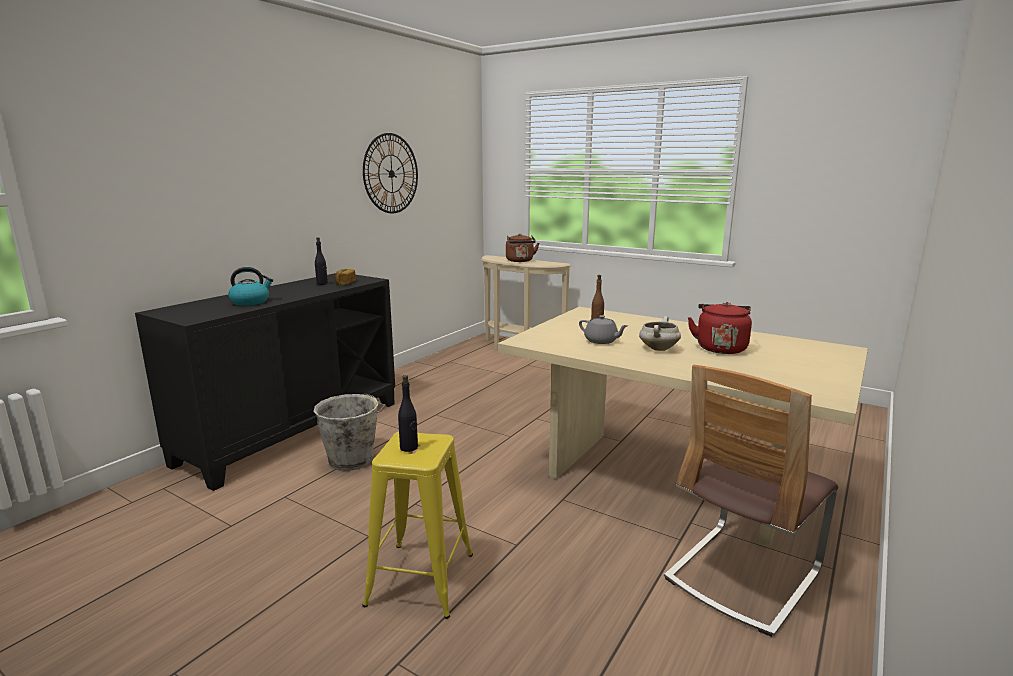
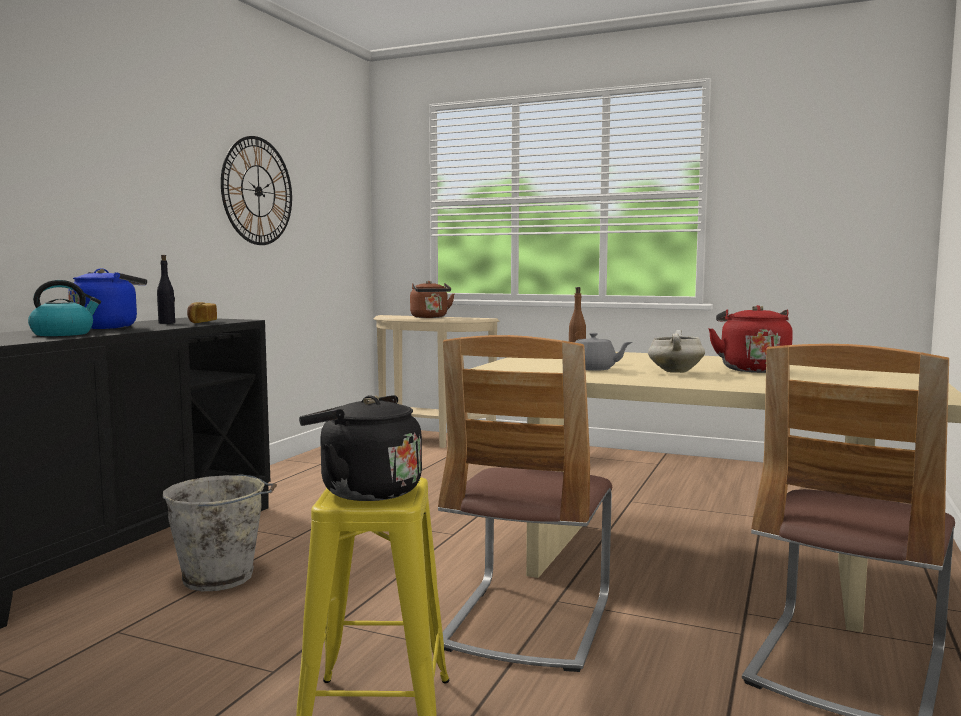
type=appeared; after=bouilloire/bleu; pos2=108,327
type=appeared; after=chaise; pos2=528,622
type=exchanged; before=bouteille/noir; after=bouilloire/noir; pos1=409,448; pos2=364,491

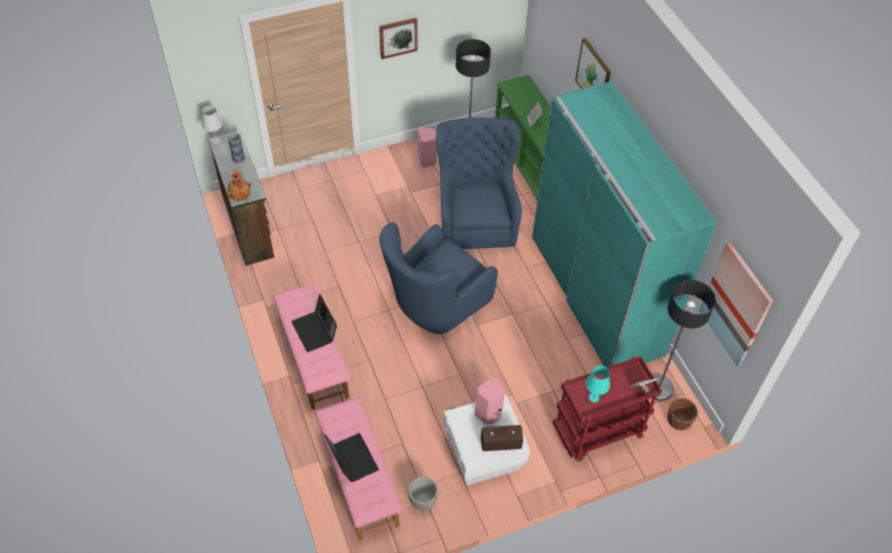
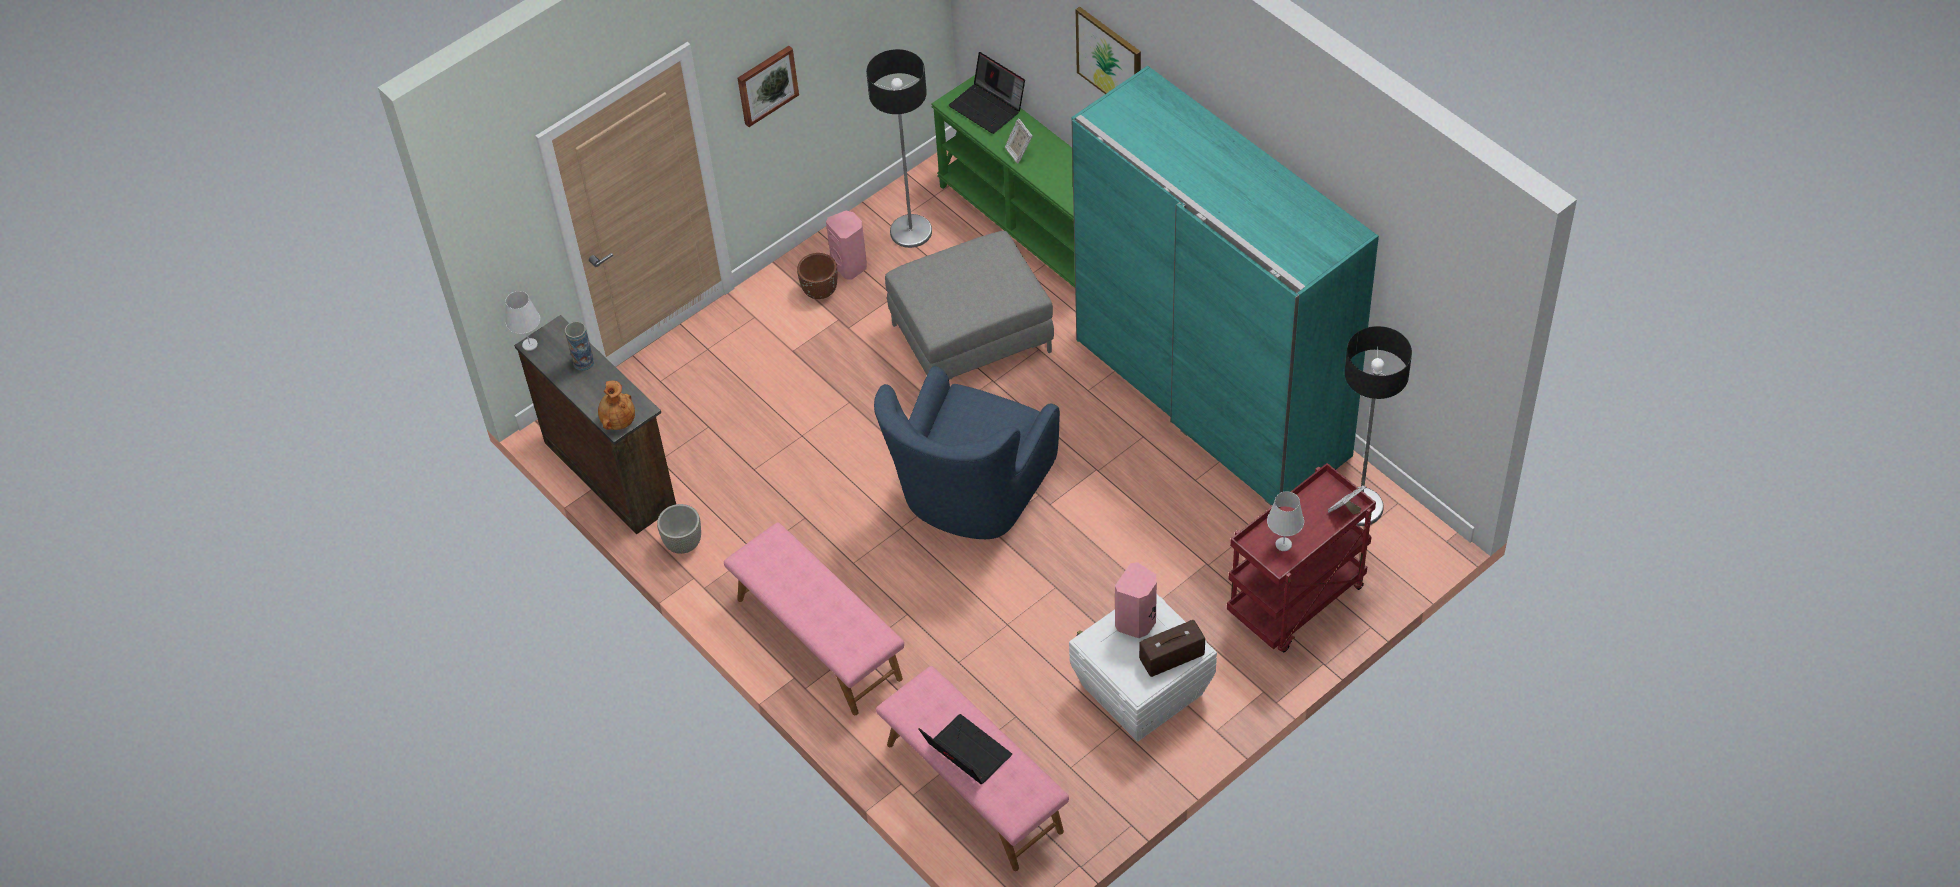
type=missing; before=tableau; pos1=736,305
type=relocated; before=ordinateur portable; pos1=315,331; pos2=988,107
type=relocated; before=cache-pot/gris; pos1=423,501; pos2=683,543
type=relocated; before=cache-pot/marron; pos1=678,422; pos2=820,291
type=exchanged; before=fauteuil/bleu; after=pouf/gris; pos1=475,218; pos2=972,337
type=colour; before=lampe de table/turquoise; after=lampe de table/blanc; pos1=593,397; pos2=1283,544

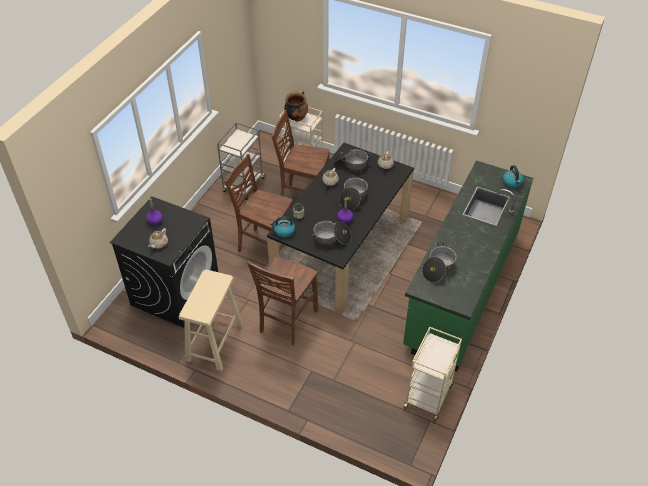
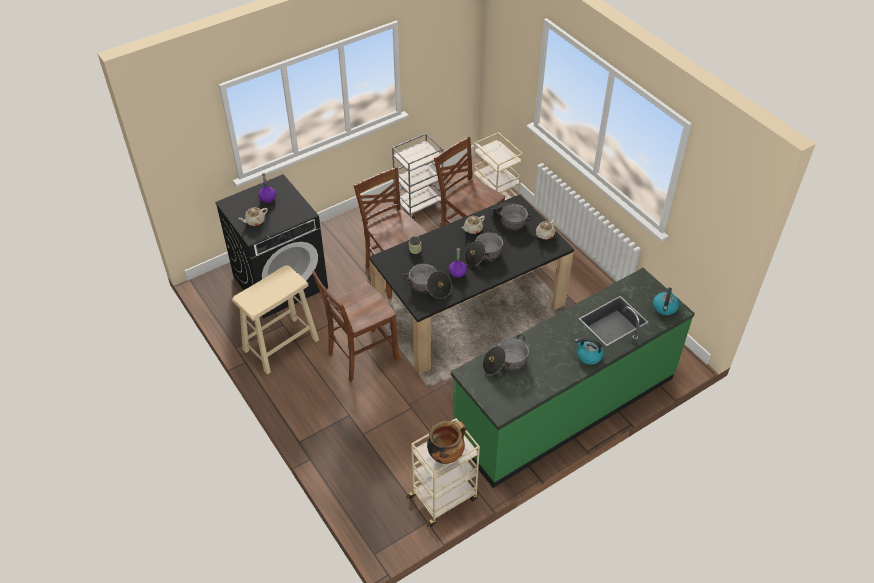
type=relocated; before=bouilloire; pos1=284,231; pos2=588,356
type=relocated; before=marmite; pos1=296,117; pos2=446,455

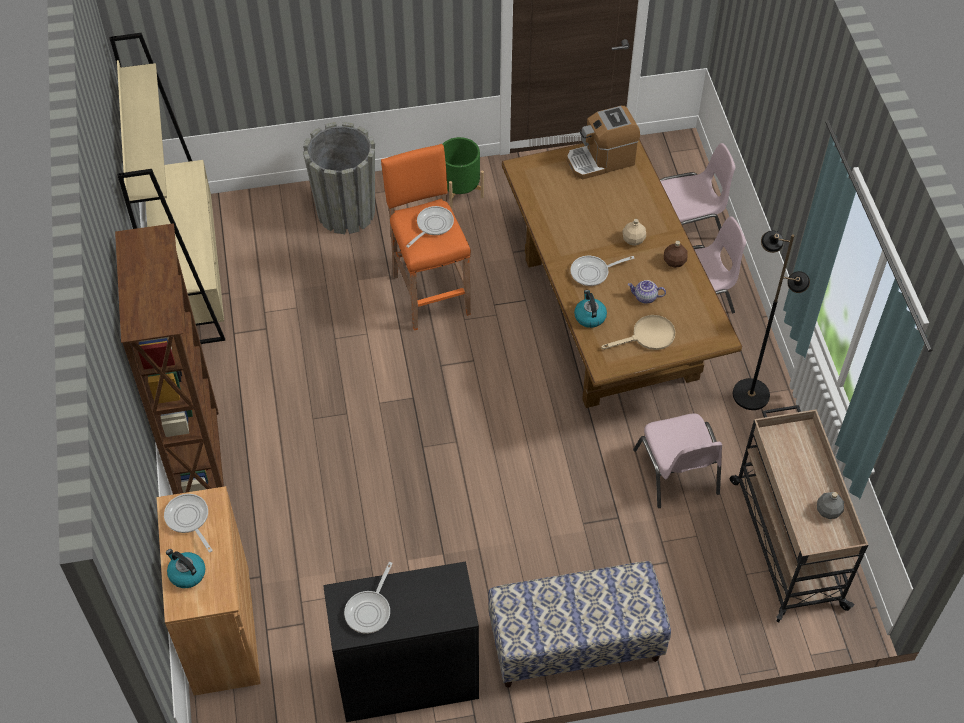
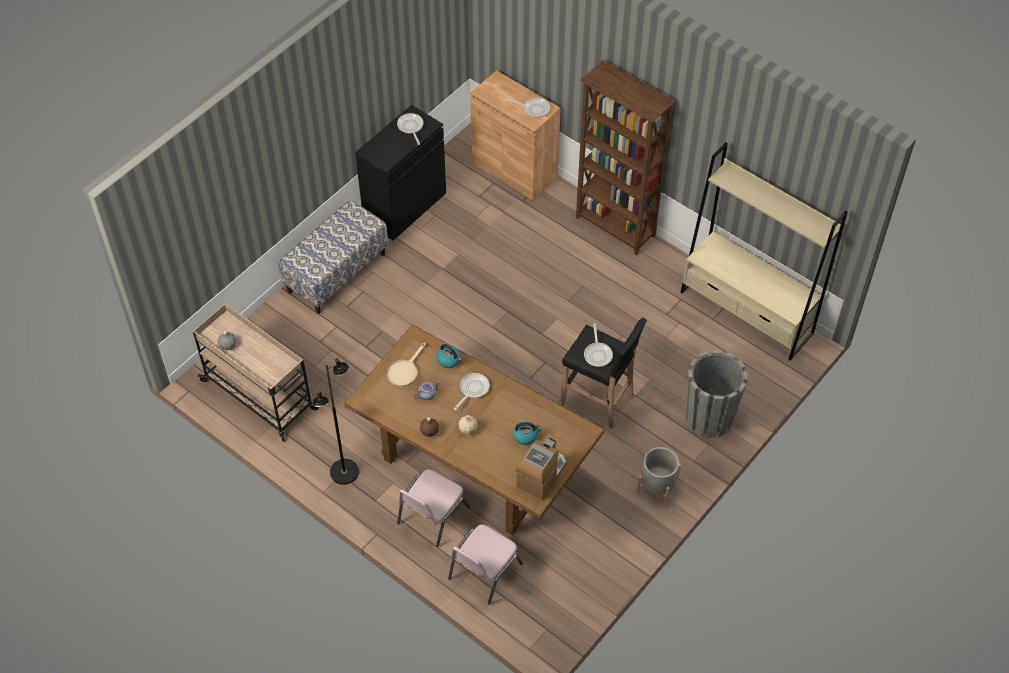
type=missing; before=chaise/rose; pos1=677,473
type=relocated; before=bouilloire; pos1=186,574; pos2=525,436
type=colour; before=tabouret/orange; after=tabouret/noir; pos1=430,293; pos2=598,401
type=colour; before=cache-pot/vert; after=cache-pot/gris; pos1=460,190; pos2=657,486

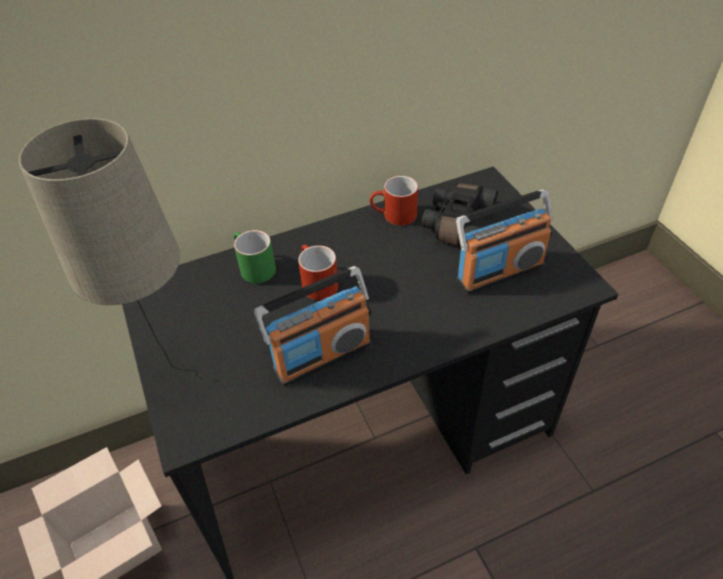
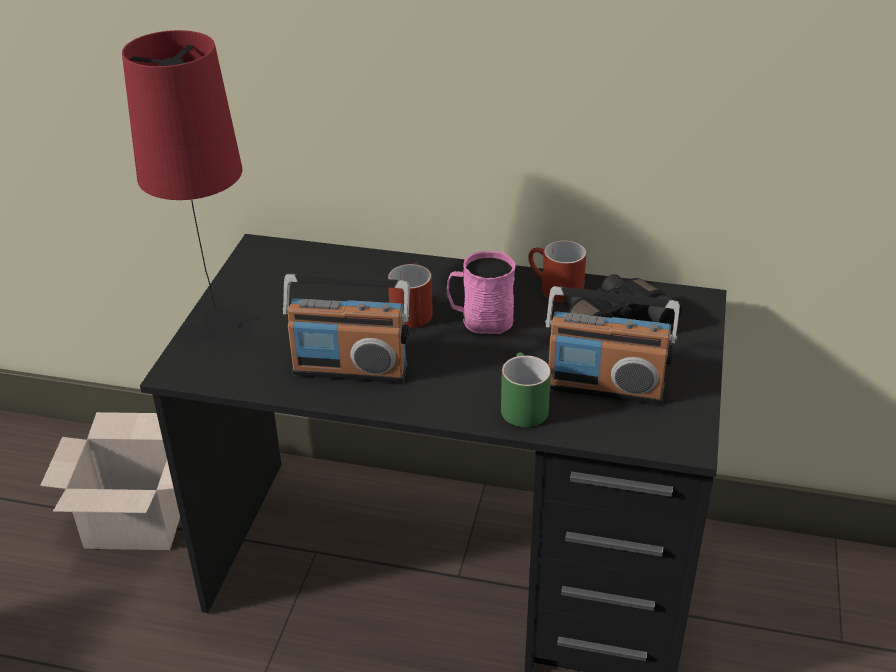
type=appeared; after=mug/rose; pos2=480,319
type=relocated; before=mug/vert; pos1=253,268; pos2=521,405
type=colour; before=lampe de table/beige; after=lampe de table/rouge; pos1=174,378; pos2=215,324

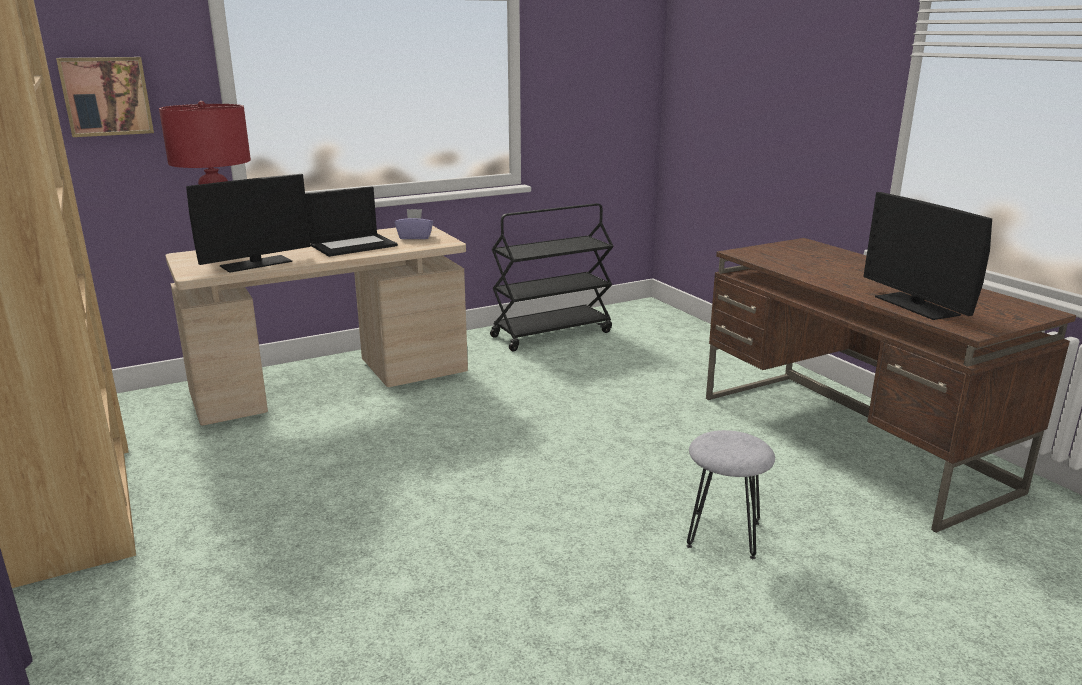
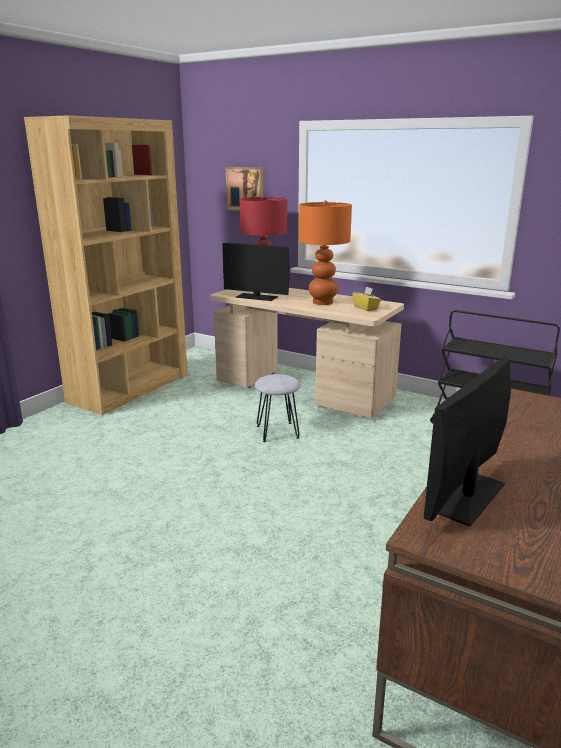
type=relocated; before=tabouret/gris; pos1=723,534; pos2=277,432
type=exchanged; before=ordinateur portable; after=lampe de table/orange; pos1=354,245; pos2=323,302
type=colour; before=boîte à mouchoirs/violet; after=boîte à mouchoirs/jaune; pos1=415,237; pos2=366,308

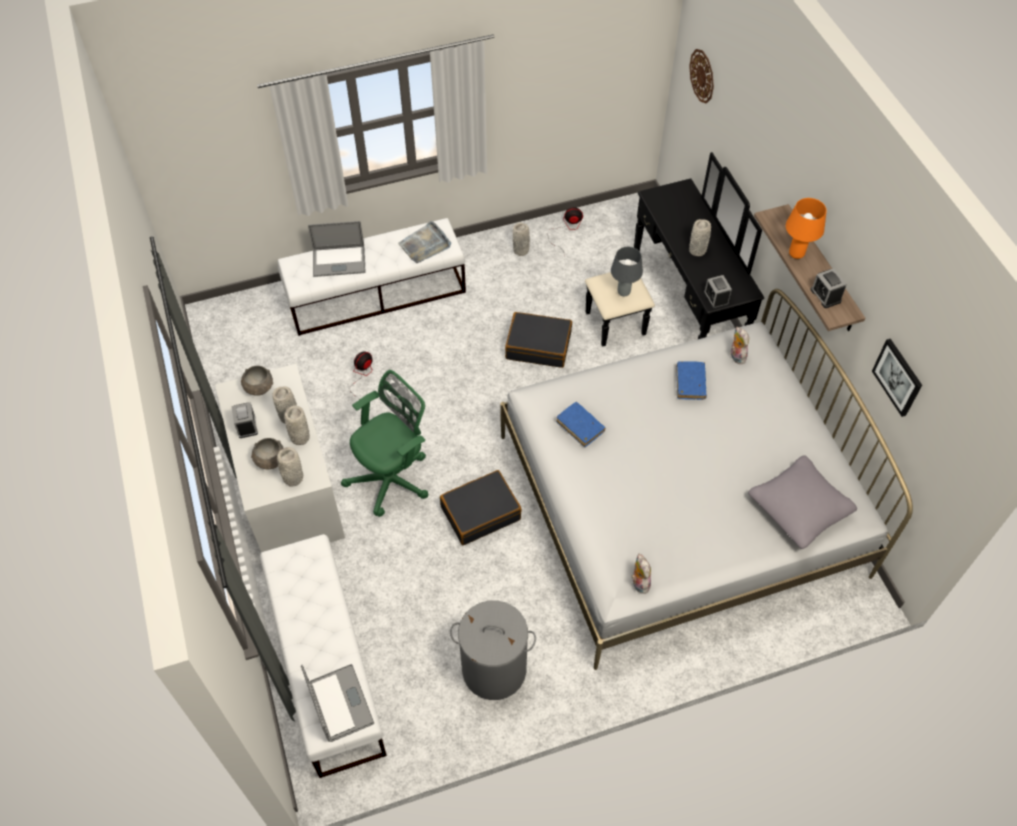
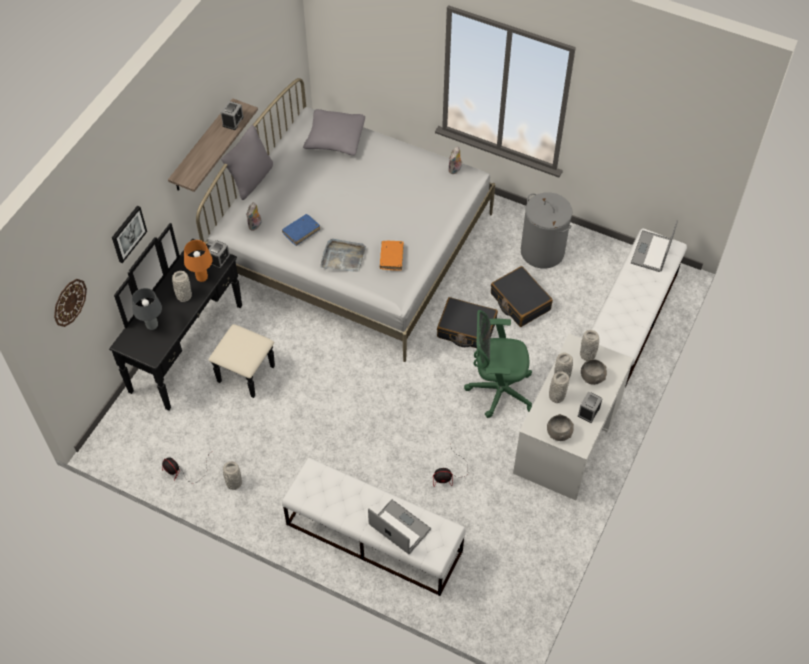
type=appeared; after=coussin/gris; pos2=251,179
type=relocated; before=plateau/gris; pos1=425,245; pos2=343,257
type=relocated; before=valise/noir; pos1=538,346; pos2=520,302
type=relocated; before=lampe de table/gris; pos1=623,292; pos2=152,326
type=relocated; before=lampe de table/orange; pos1=795,254; pos2=202,278
type=relocated; before=tableau; pos1=898,377; pos2=128,233
type=colour; before=livre/bleu; after=livre/orange; pos1=580,427; pos2=391,258

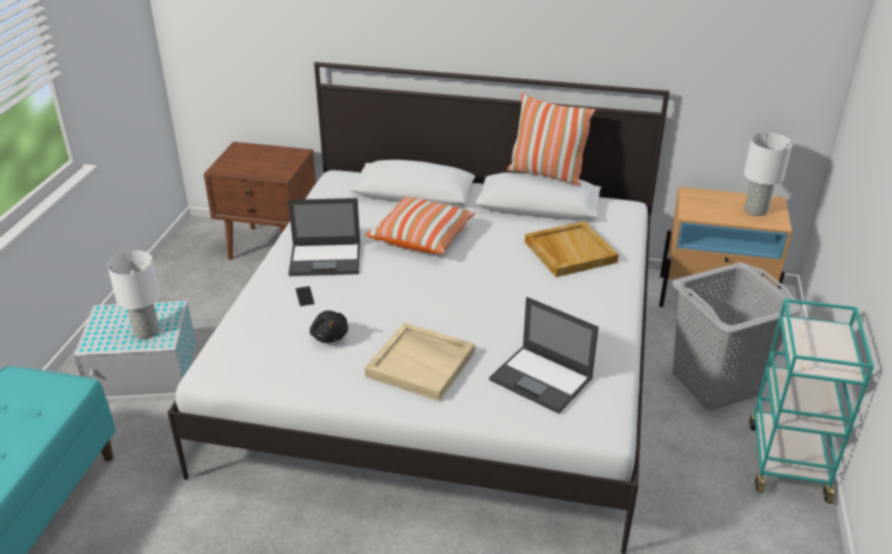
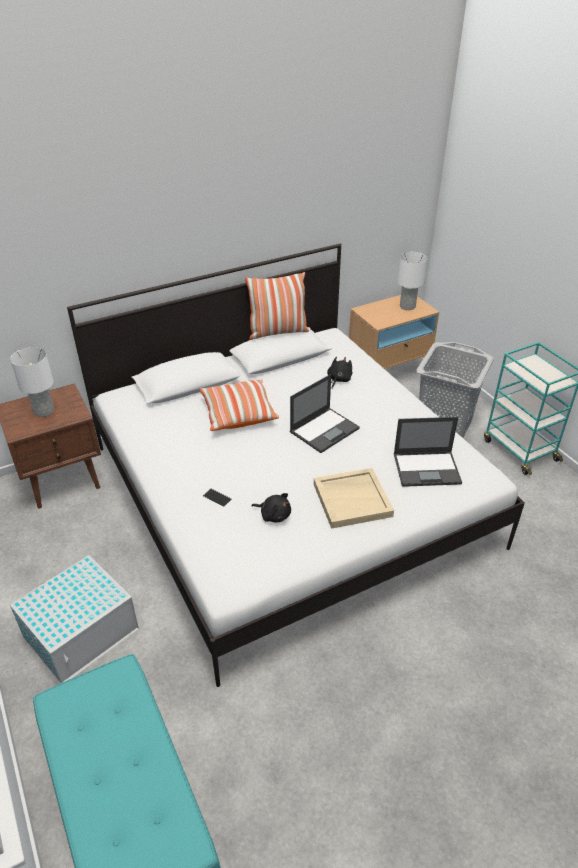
type=relocated; before=lampe de table/blanc; pos1=146,331; pos2=43,411
type=relocated; before=ordinateur portable; pos1=326,259; pos2=325,430
type=exchanged; before=plateau/beige; after=peluche/noir; pos1=569,252; pos2=338,380

